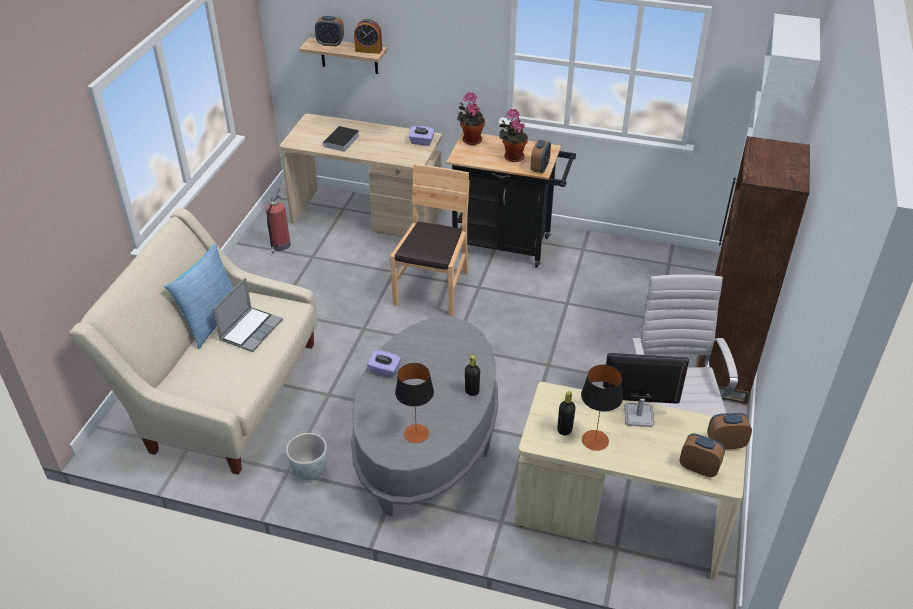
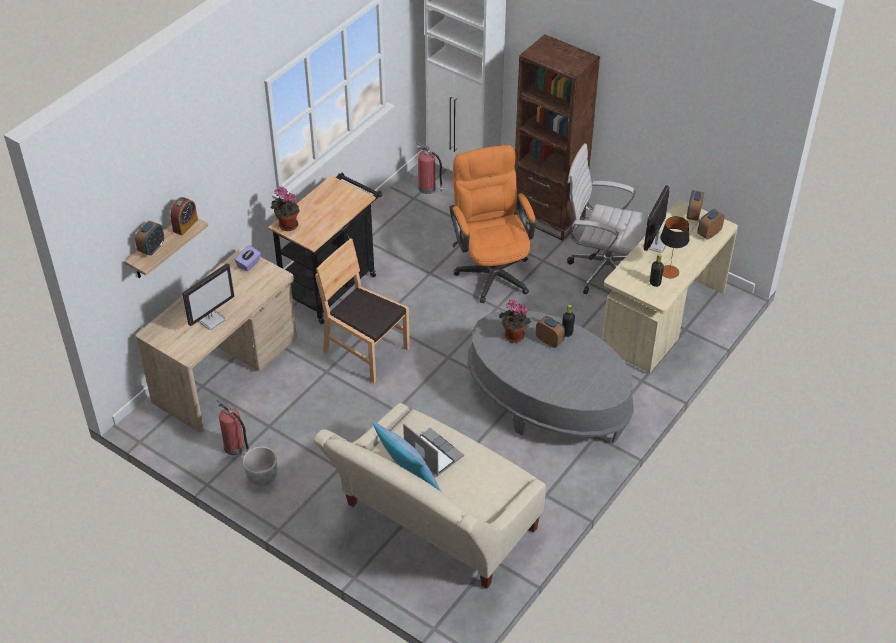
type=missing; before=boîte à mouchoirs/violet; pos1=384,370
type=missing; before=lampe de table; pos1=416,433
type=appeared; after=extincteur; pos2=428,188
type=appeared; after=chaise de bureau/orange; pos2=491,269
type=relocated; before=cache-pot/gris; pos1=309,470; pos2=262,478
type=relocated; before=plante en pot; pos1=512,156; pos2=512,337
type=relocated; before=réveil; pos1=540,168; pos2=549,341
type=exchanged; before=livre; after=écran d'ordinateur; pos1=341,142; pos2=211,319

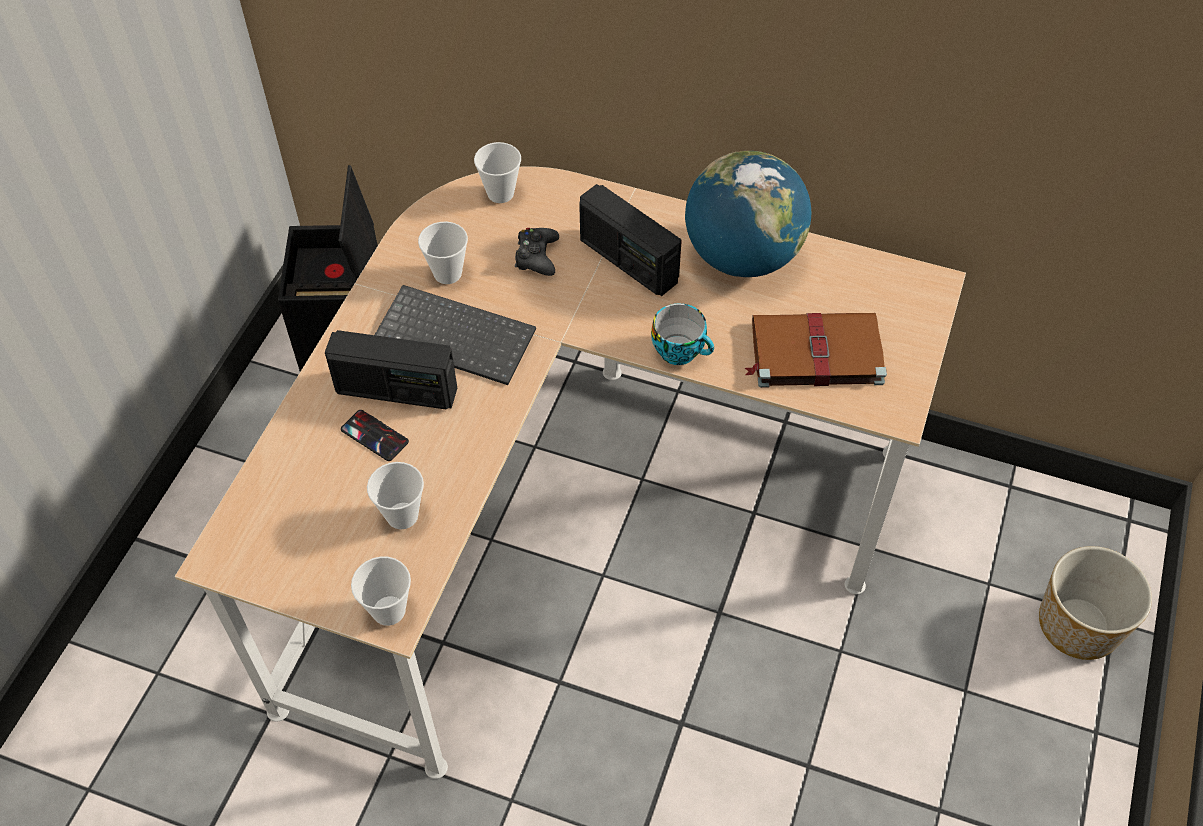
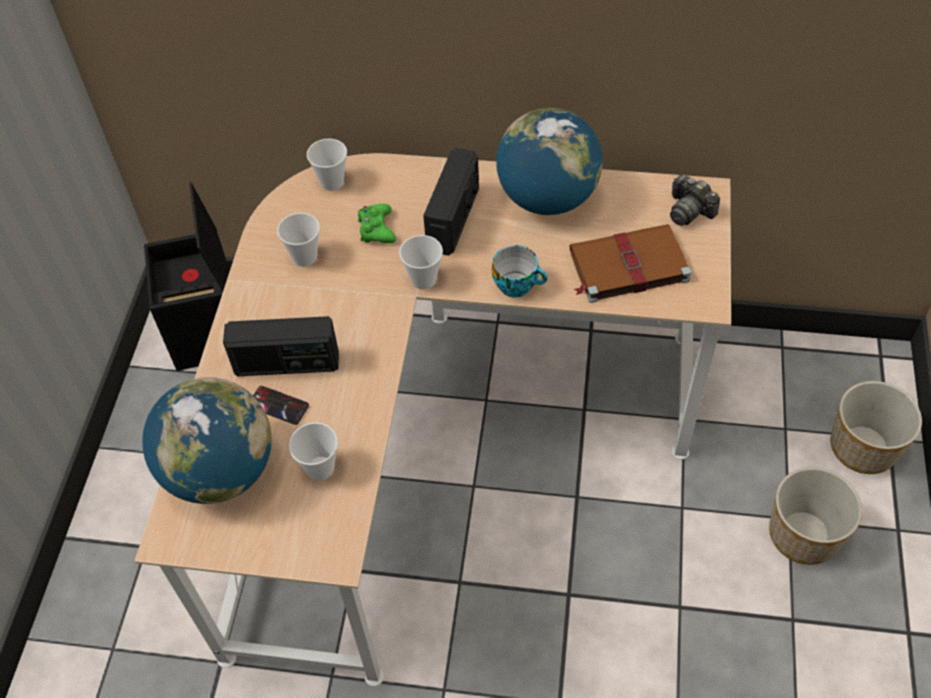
type=missing; before=clavier; pos1=458,336
type=appeared; after=globe; pos2=220,471
type=appeared; after=appareil photo; pos2=689,210
type=appeared; after=cache-pot; pos2=802,533
type=relocated; before=tasse; pos1=388,610; pos2=423,280
type=colour; before=manette/noir; after=manette/vert; pos1=536,256; pos2=376,229
type=spun; before=radio; pos1=628,261; pos2=454,219; turn=-105

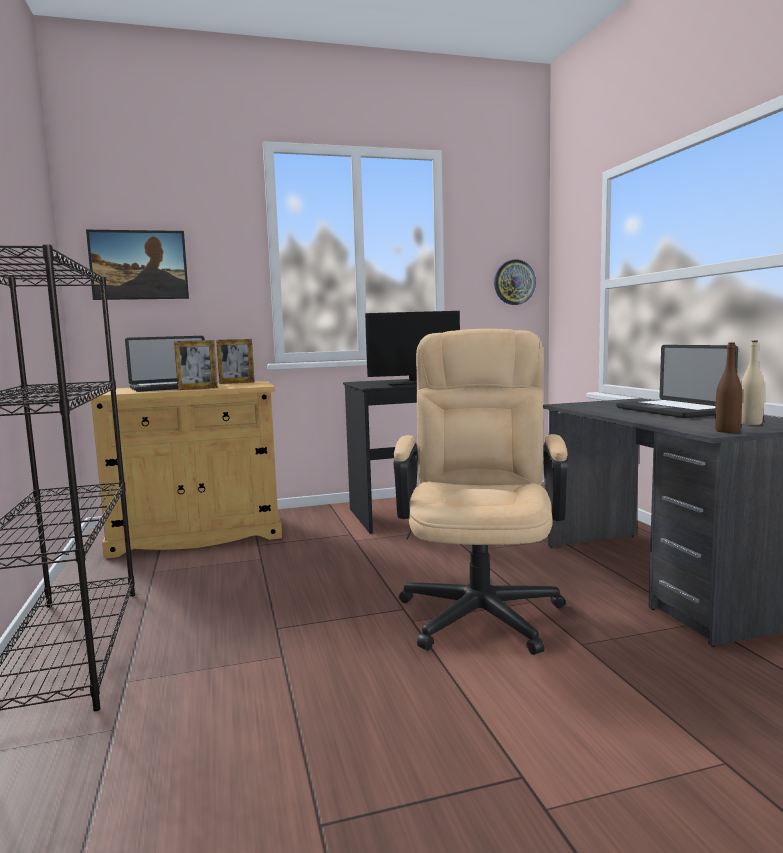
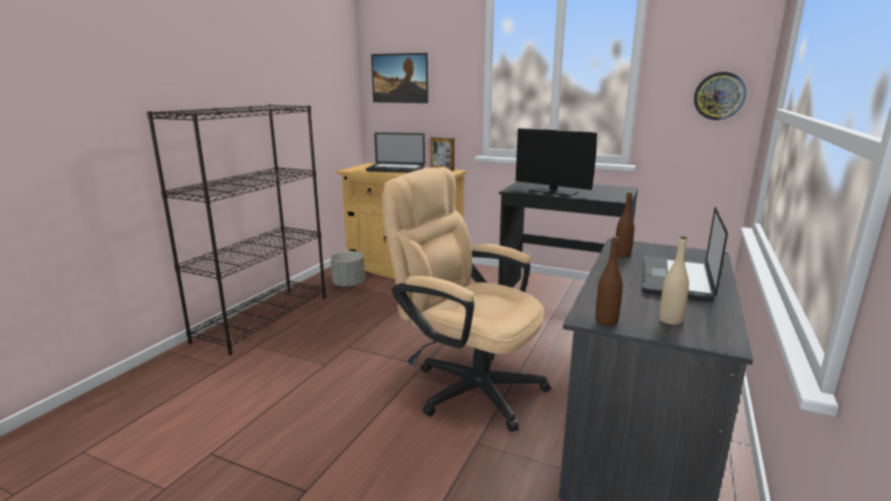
type=missing; before=cadre photo; pos1=197,388
type=appeared; after=cache-pot/gris; pos2=349,284
type=appeared; after=bouteille/marron; pos2=622,255
type=spun; before=chaise de bureau/beige; pos1=481,606; pos2=467,385; turn=-105

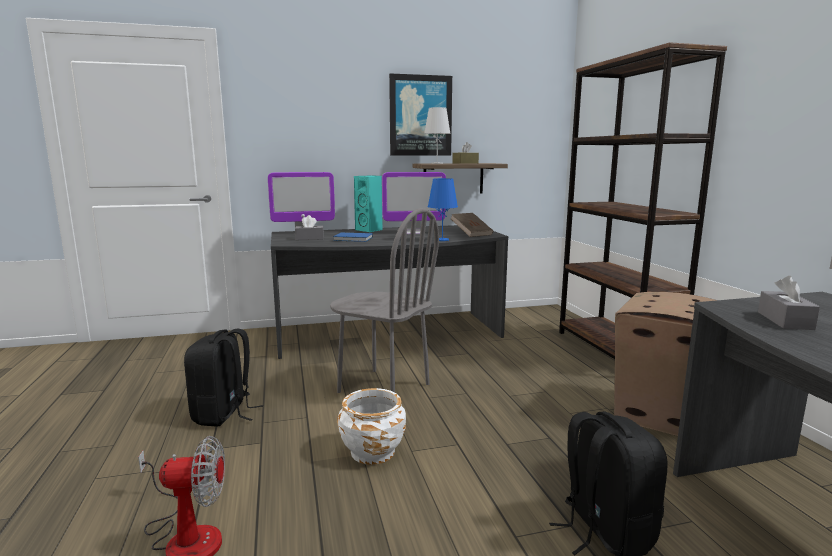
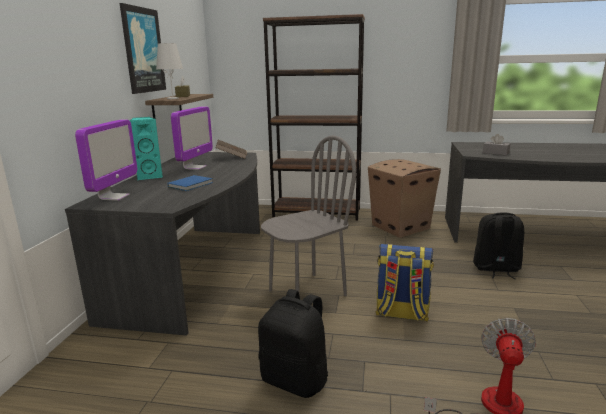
type=missing; before=boîte à mouchoirs/gris; pos1=309,238
type=missing; before=lampe de table/bleu; pos1=442,240
type=exchanged; before=cache-pot/blanc; after=sac à dos; pos1=372,451; pos2=401,313

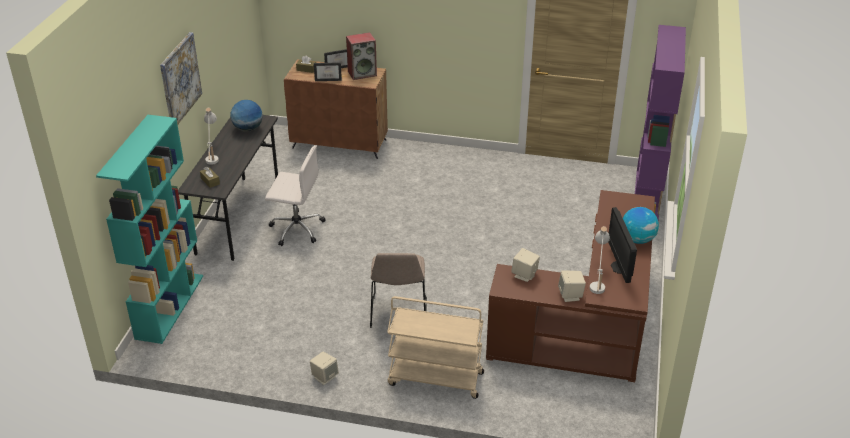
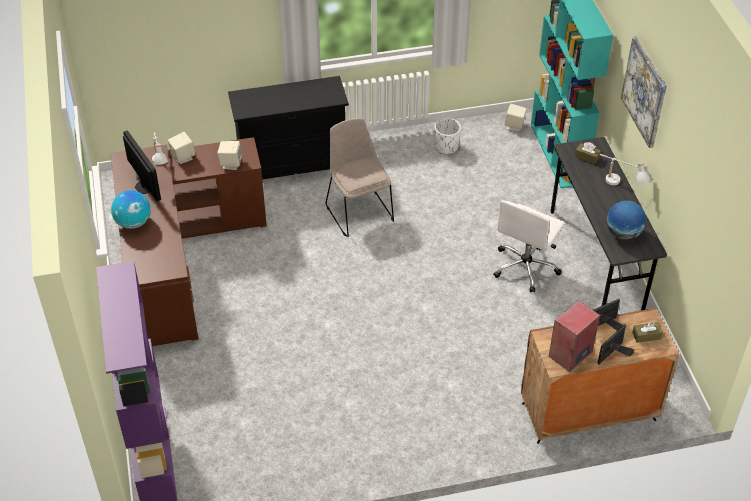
type=appeared; after=cache-pot/blanc; pos2=446,147
type=relocated; before=enceinte/beige; pos1=324,377; pos2=514,126
type=exchanged; before=chariot/beige; after=commode/noir; pos1=435,379; pos2=293,167
type=spun; before=chaise de bureau/blanc; pos1=296,228; pos2=526,267; turn=-45

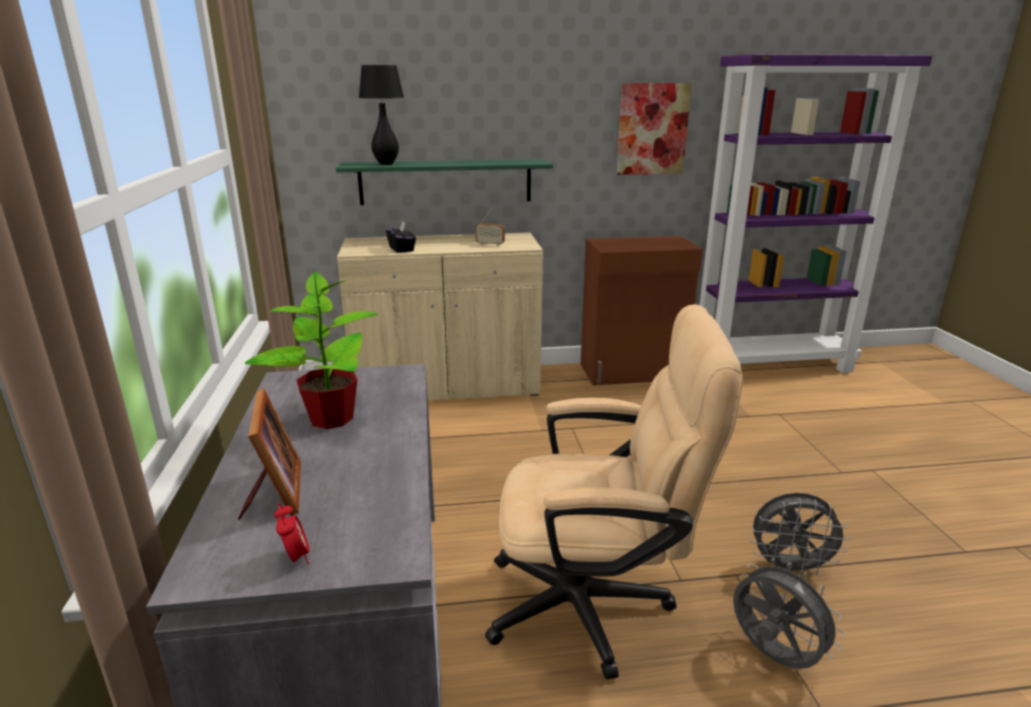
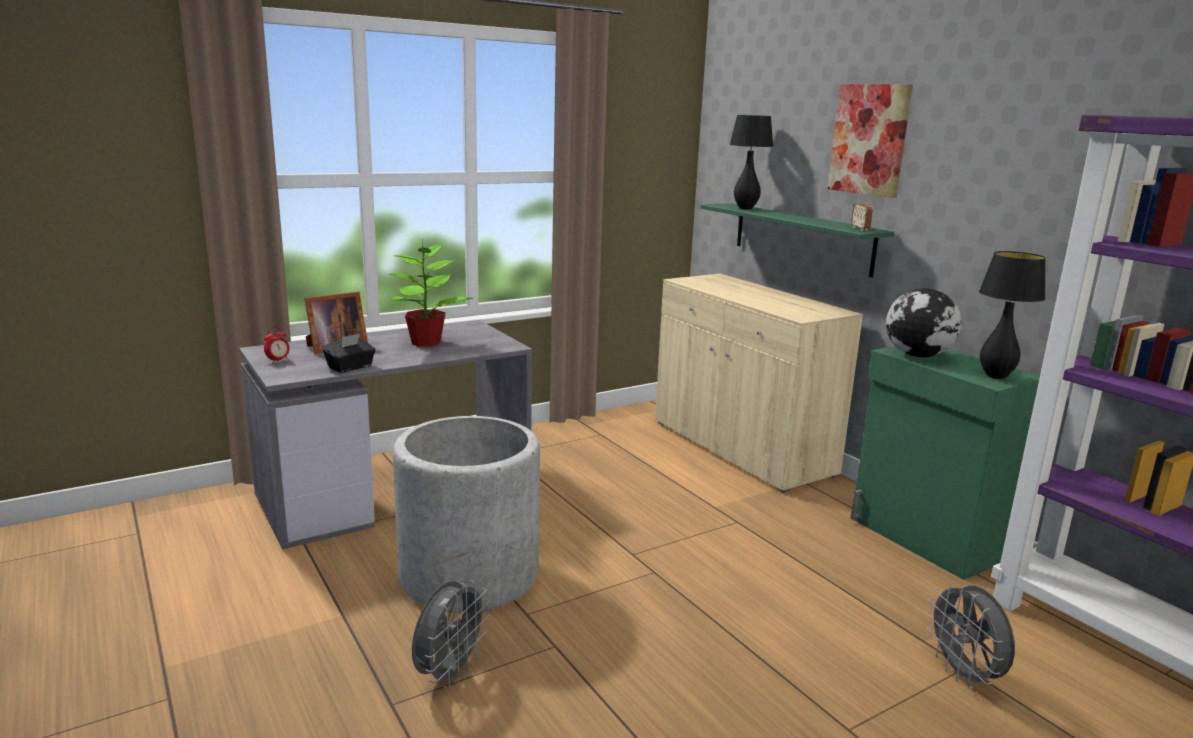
type=appeared; after=globe; pos2=917,356
type=appeared; after=lampe de table/noir; pos2=995,376
type=relocated; before=boîte à mouchoirs/noir; pos1=402,249; pos2=350,367
type=relocated; before=radio; pos1=490,244; pos2=860,229
type=relocated; before=tableau; pos1=652,129; pos2=869,140
type=relocated; before=ventilateur/gris; pos1=789,568; pos2=964,675
type=exchanged; before=chaise de bureau/beige; after=cache-pot/gris; pos1=595,605; pos2=469,575
type=colour; before=meuble de rangement/marron; after=meuble de rangement/vert; pos1=633,372; pos2=925,539

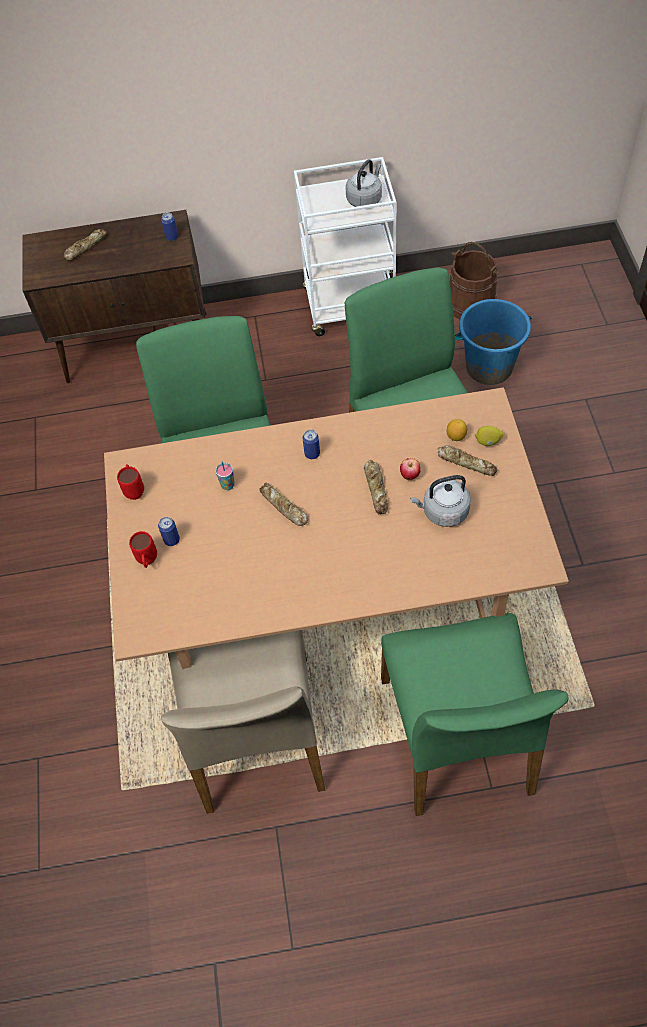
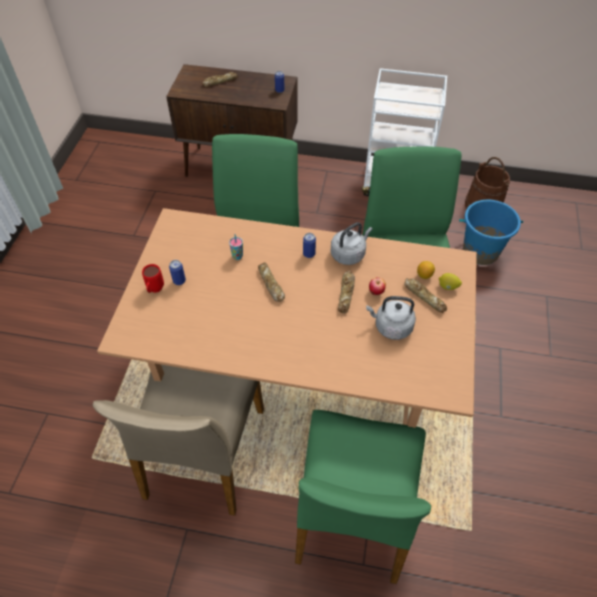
type=missing; before=mug/rouge; pos1=134,489
type=relocated; before=bouilloire/gris; pos1=365,198; pos2=349,254

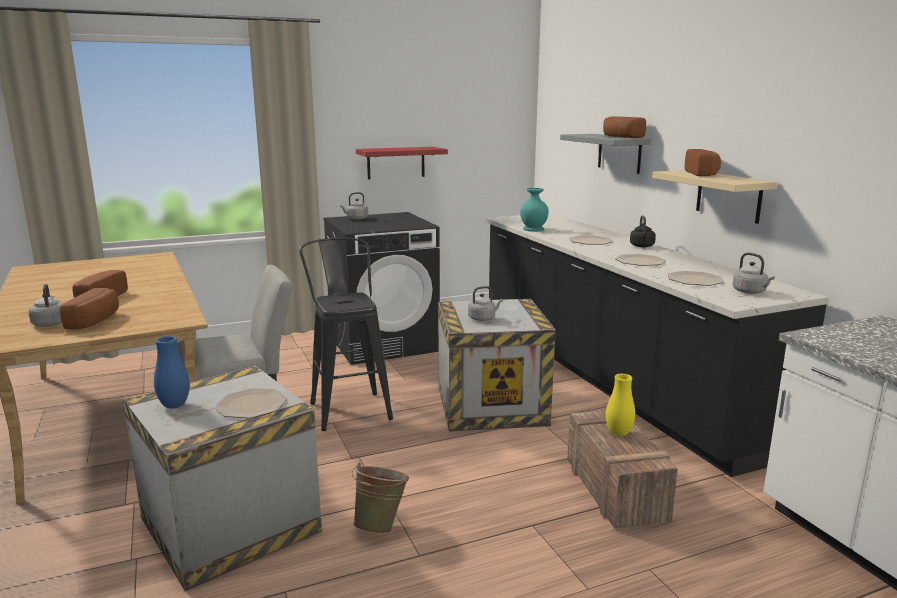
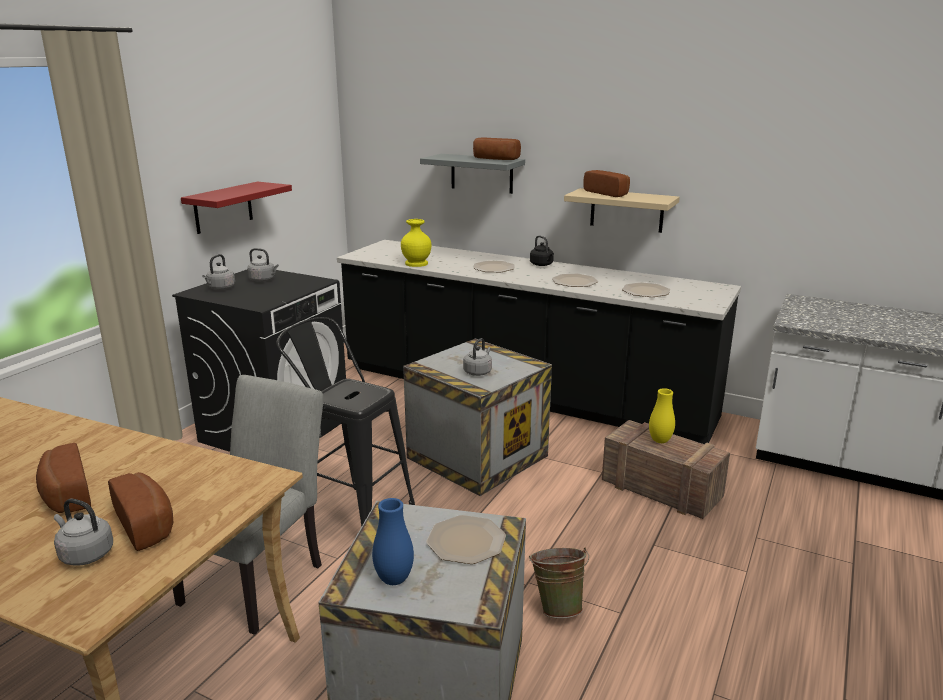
type=relocated; before=bouilloire/gris; pos1=750,292; pos2=263,280
type=colour; before=vase/turquoise; after=vase/jaune; pos1=533,229; pos2=416,263

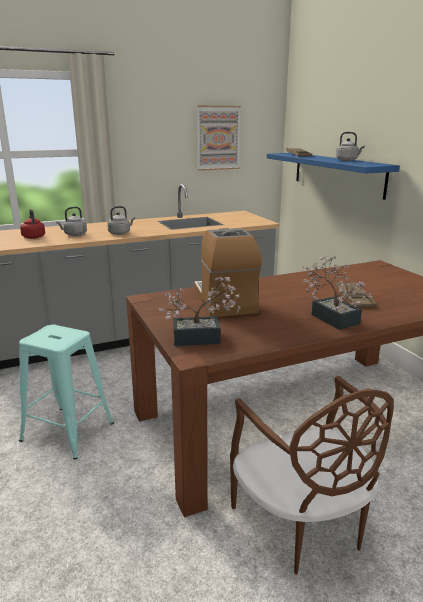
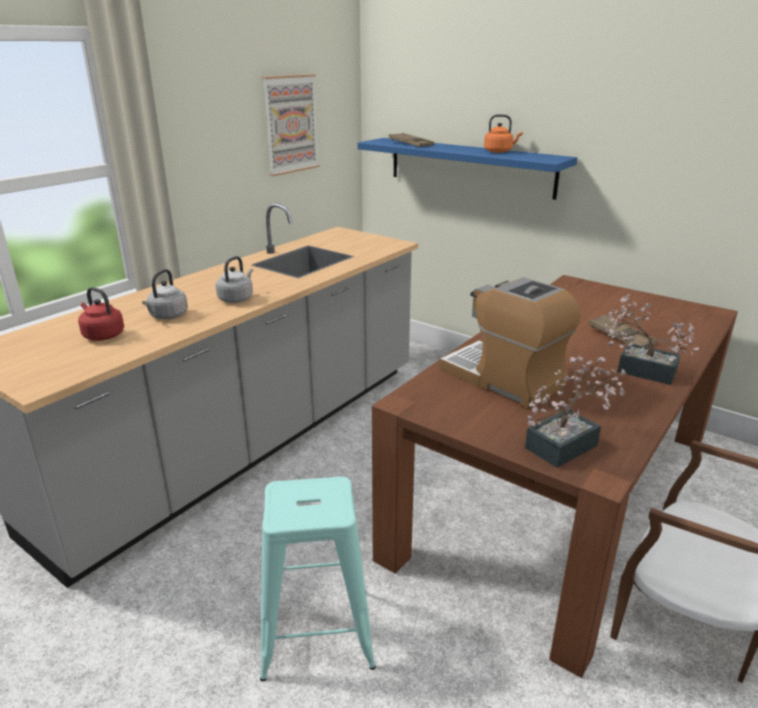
type=colour; before=bouilloire/gris; after=bouilloire/orange; pos1=347,160; pos2=499,151

